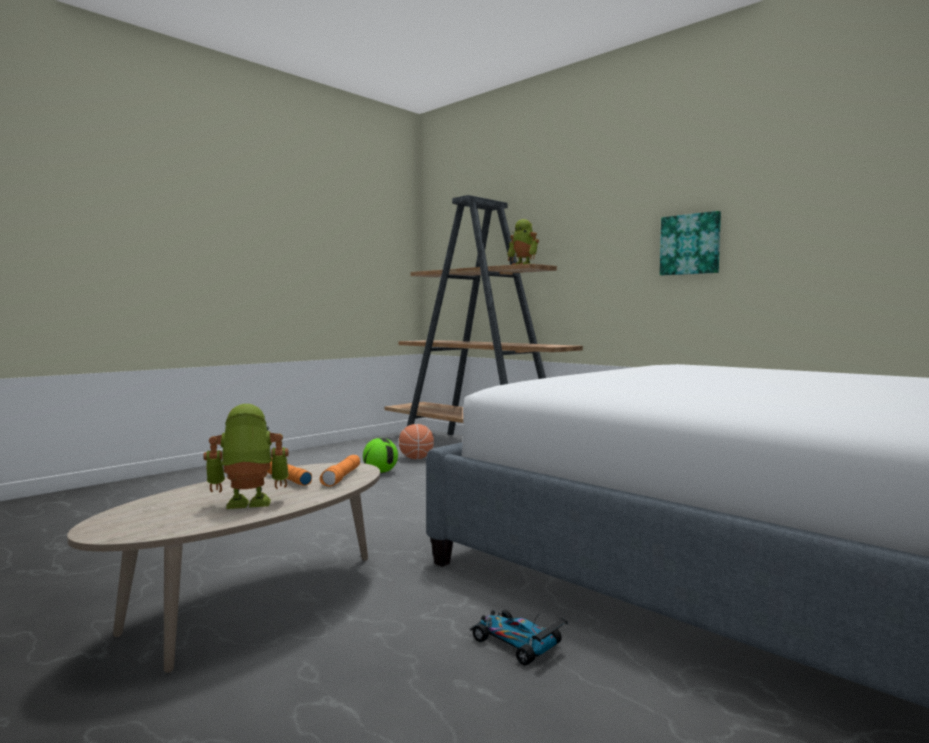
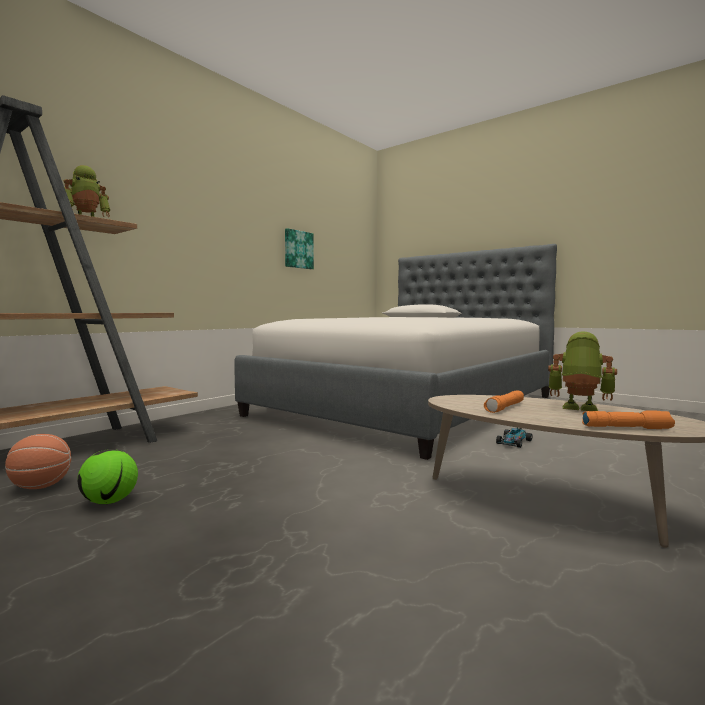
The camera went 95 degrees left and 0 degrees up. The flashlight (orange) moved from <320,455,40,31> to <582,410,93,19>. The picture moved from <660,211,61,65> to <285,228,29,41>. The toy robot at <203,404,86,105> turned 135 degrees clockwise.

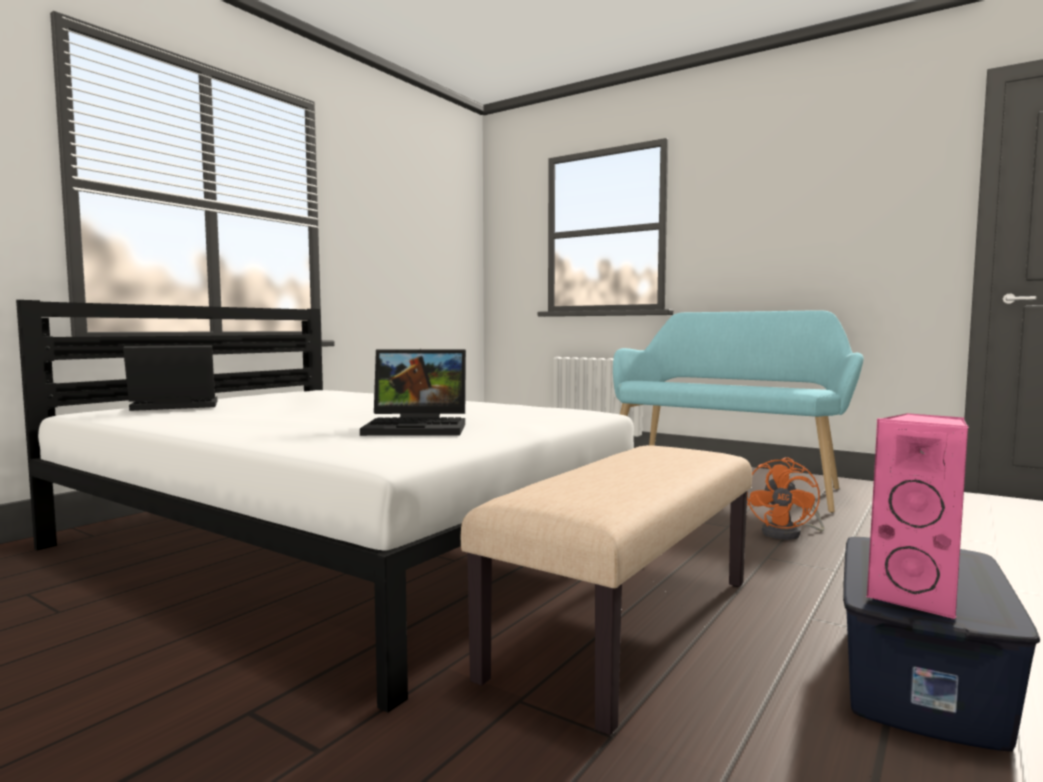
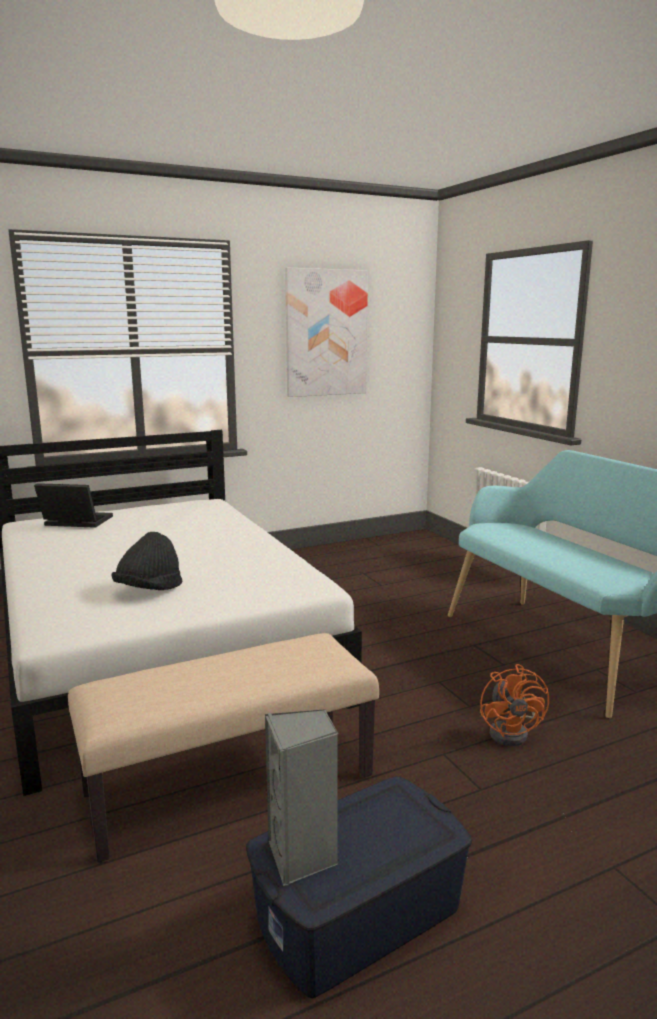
The camera went 30 degrees right and 10 degrees up. The picture at <285,268,83,129> appeared. The laptop at <360,349,106,87> was replaced by the hat (black) at <112,532,70,58>. The speaker (pink) at <866,413,103,206> became the speaker (grey) at <265,709,73,177>. The fan (orange) at <747,457,77,83> turned 60 degrees counterclockwise.

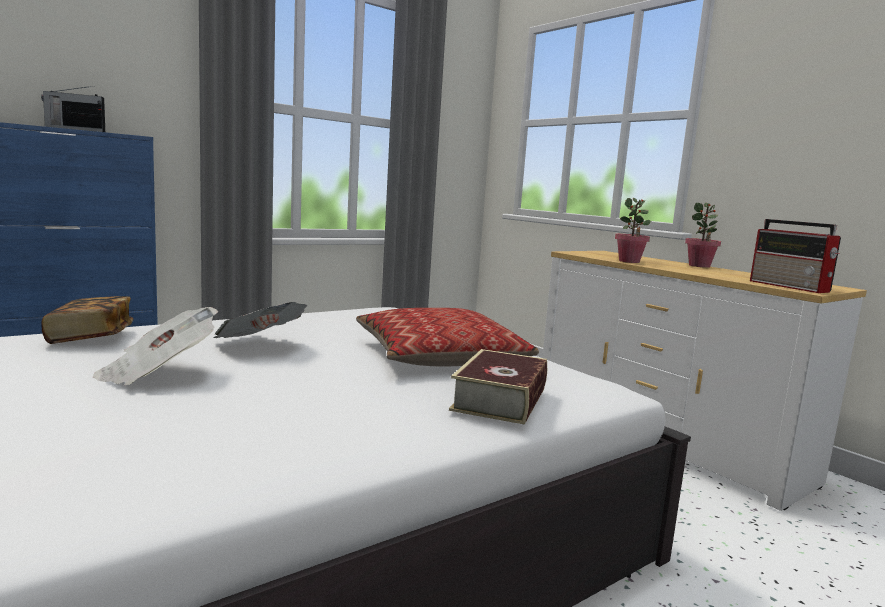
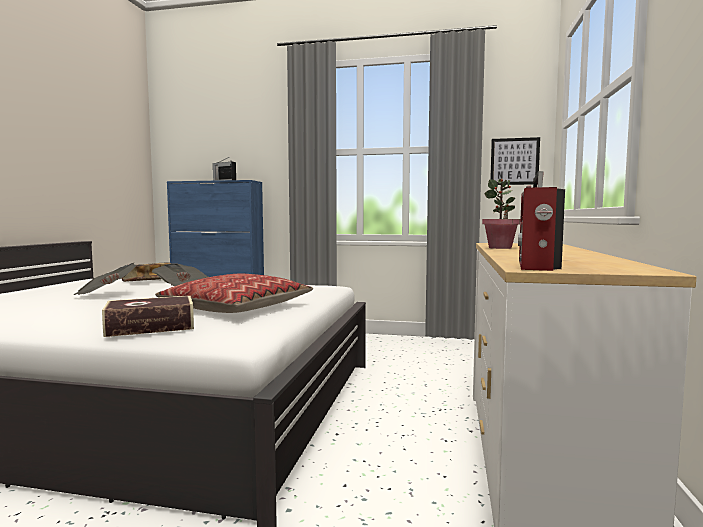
The camera went 50 degrees right and 5 degrees down. The potted plant at <685,203,36,65> disappeared. The picture at <490,137,50,48> appeared.

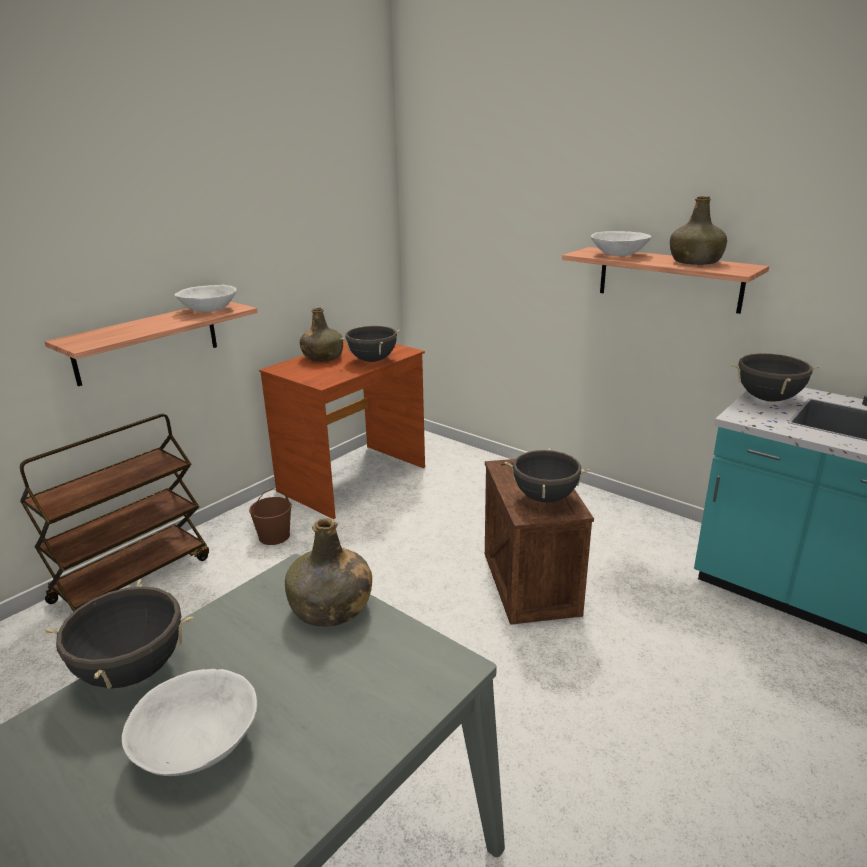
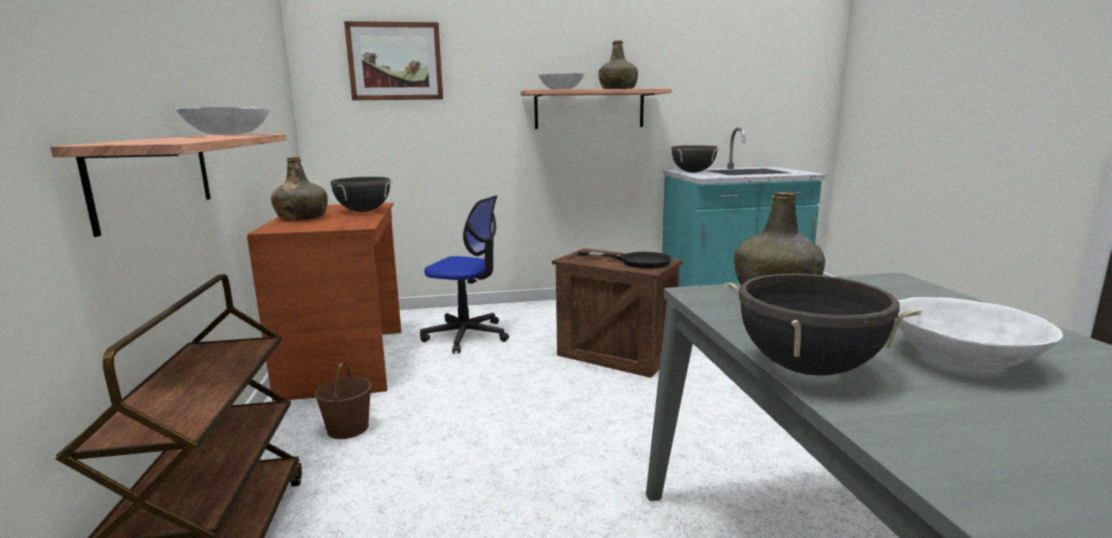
The camera went 50 degrees left and 10 degrees down. The picture at <344,21,99,79> appeared. The office chair at <420,195,89,159> appeared. The cooking pot (black) at <505,448,85,55> was replaced by the frying pan (black) at <577,251,94,18>.

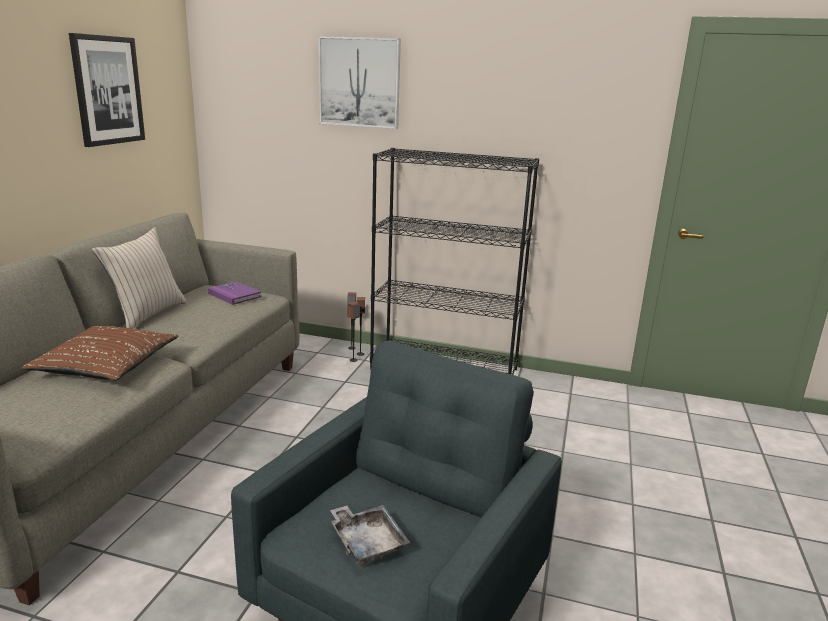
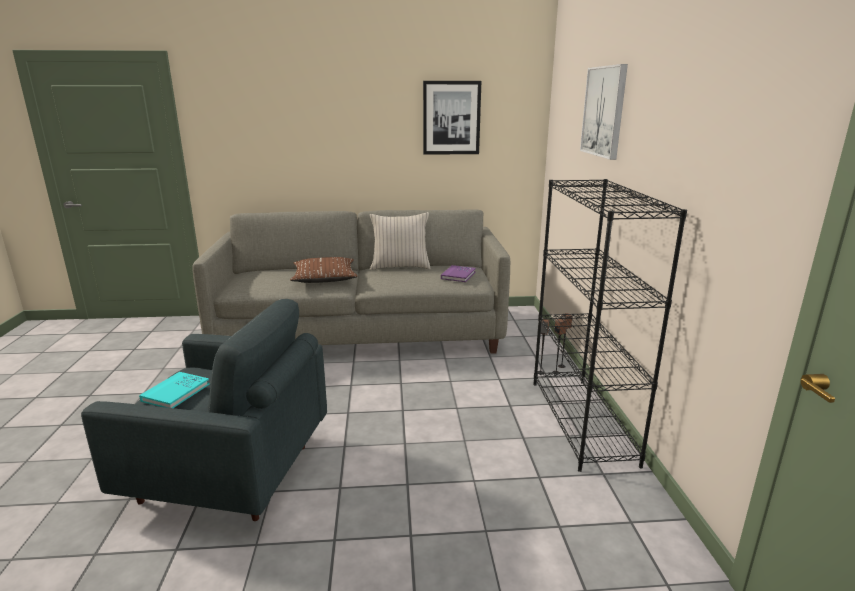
The camera went 70 degrees right and 0 degrees up. The tray (grey) at <330,505,80,61> was replaced by the book (turquoise) at <139,372,71,36>.

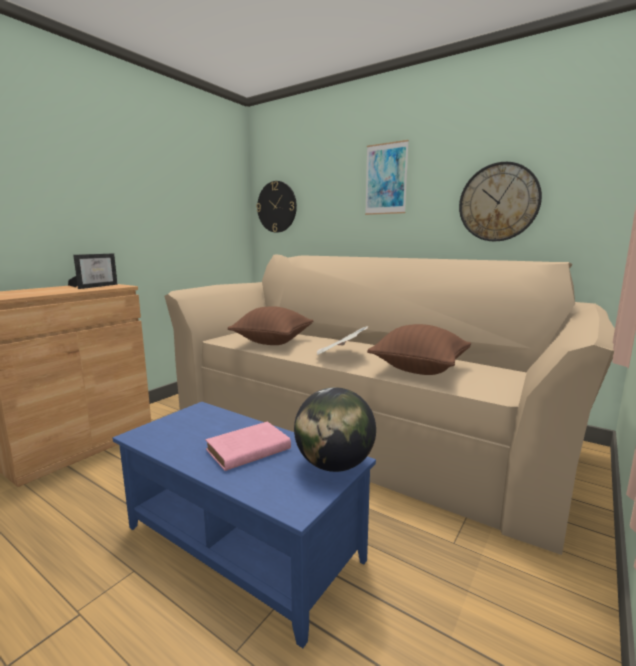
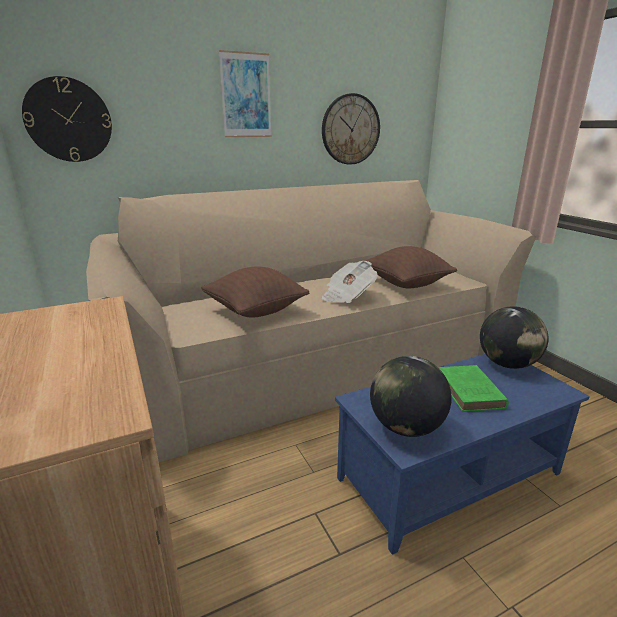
The camera went 60 degrees left and 10 degrees up. The picture frame at <68,253,50,36> disappeared. The globe at <370,356,82,81> appeared. The book (pink) at <205,422,86,49> became the book (green) at <438,365,71,47>.

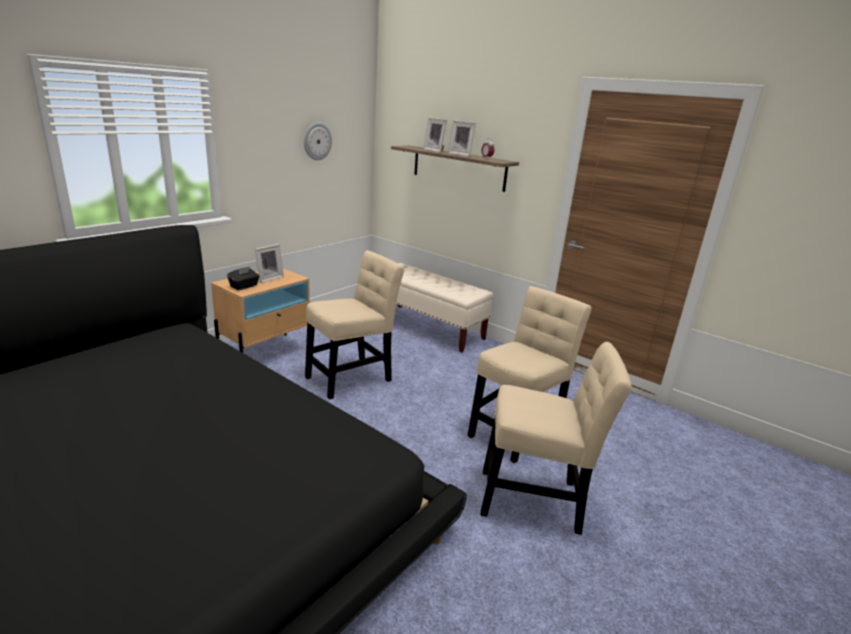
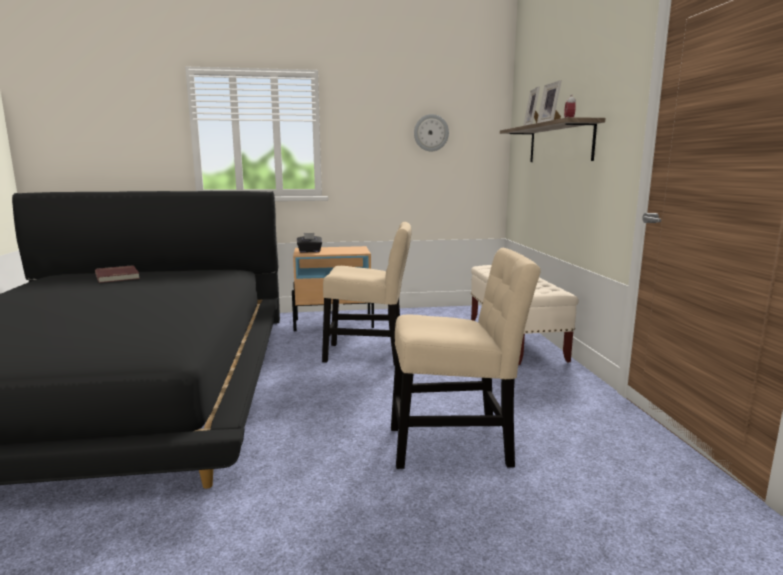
The camera went 45 degrees right and 10 degrees down. The picture frame at <255,244,29,39> disappeared. The chair (beige) at <481,342,151,193> disappeared. The book (red) at <95,265,45,18> appeared.

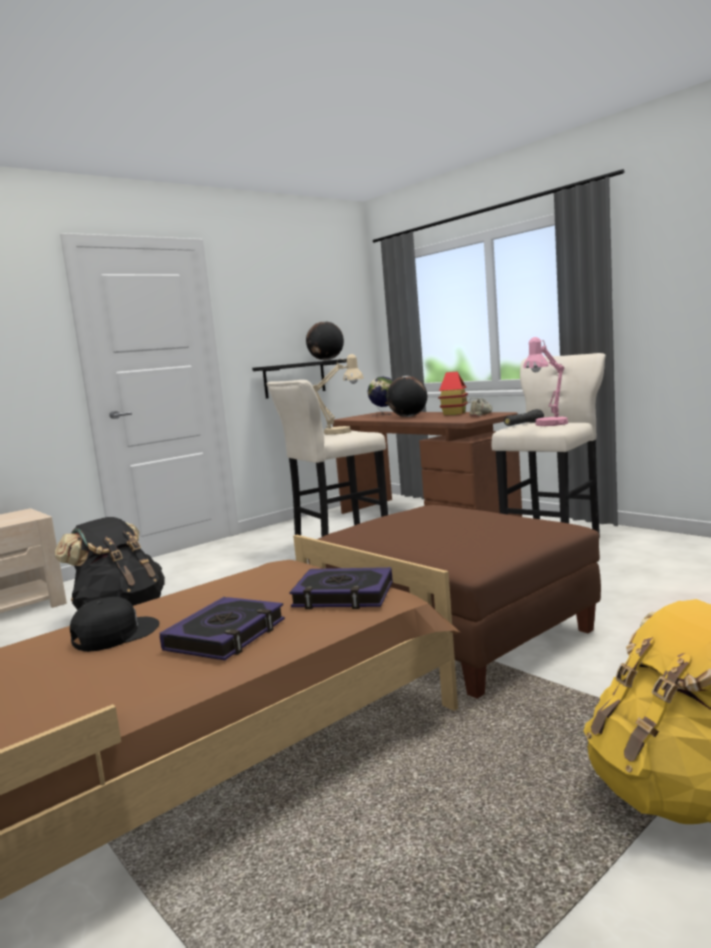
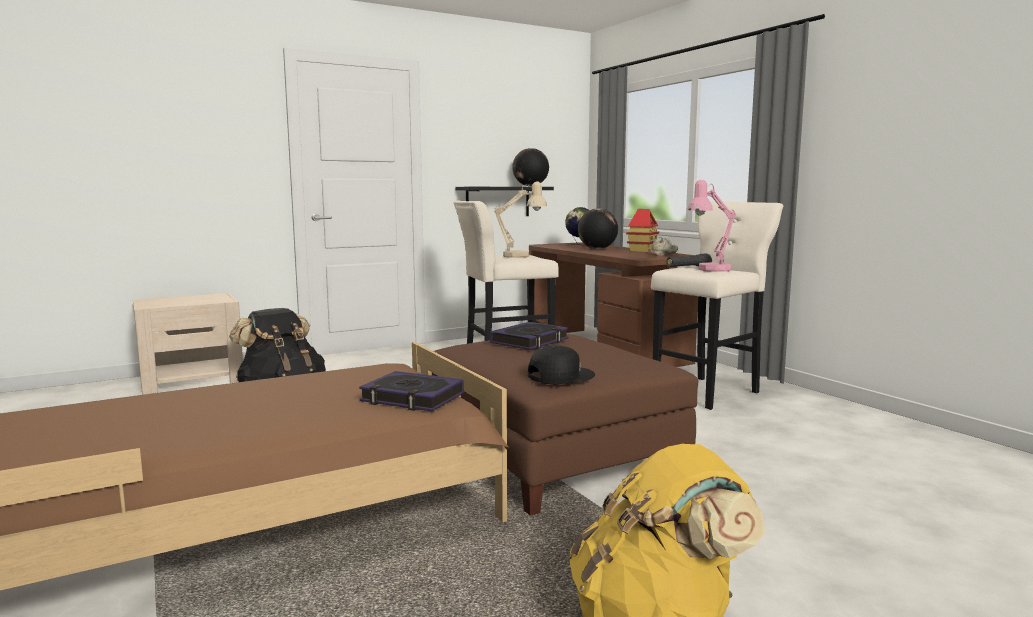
The camera went 10 degrees right and 0 degrees up. The cap (black) moved from <70,597,89,55> to <528,346,67,38>. The book moved from <160,597,125,63> to <490,322,79,28>.

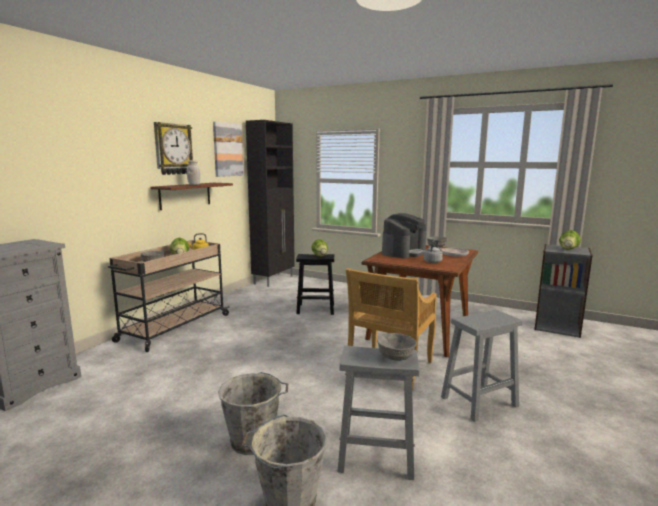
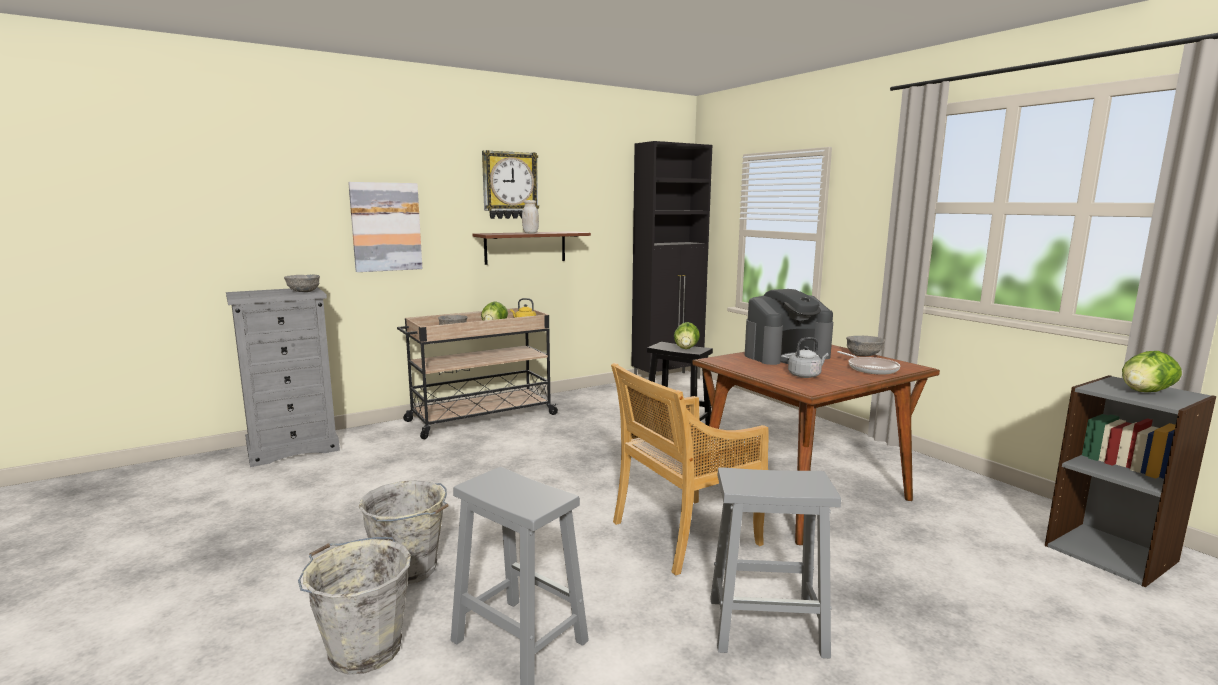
The camera went 30 degrees right and 0 degrees up. The picture moved from <213,122,31,55> to <348,182,74,90>. The bowl (grey) moved from <377,333,40,28> to <284,274,36,18>.

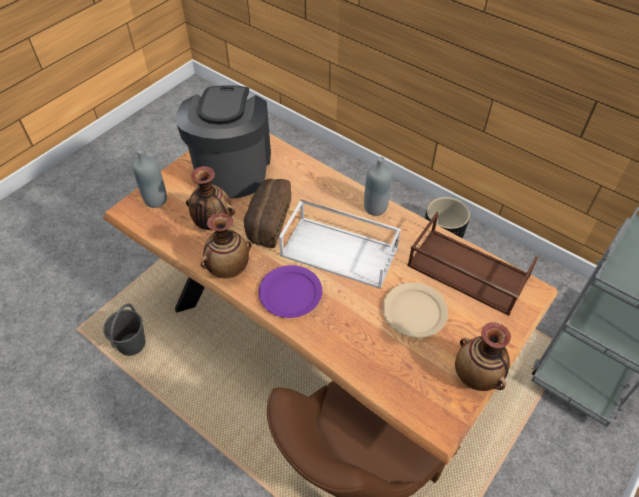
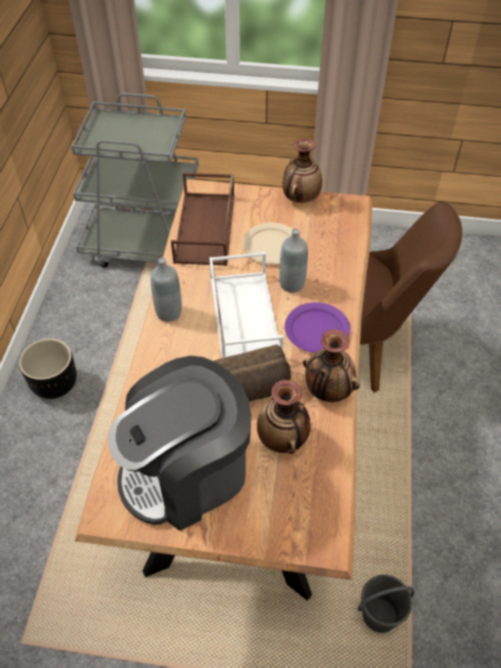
The camera went 120 degrees left and 0 degrees up. The bottle (grey) moved from <133,149,34,59> to <279,229,29,64>.

